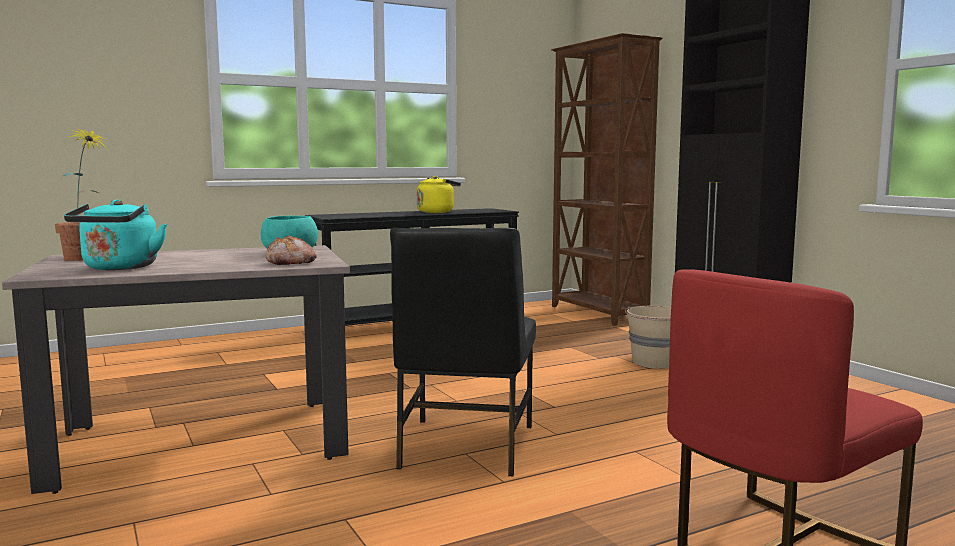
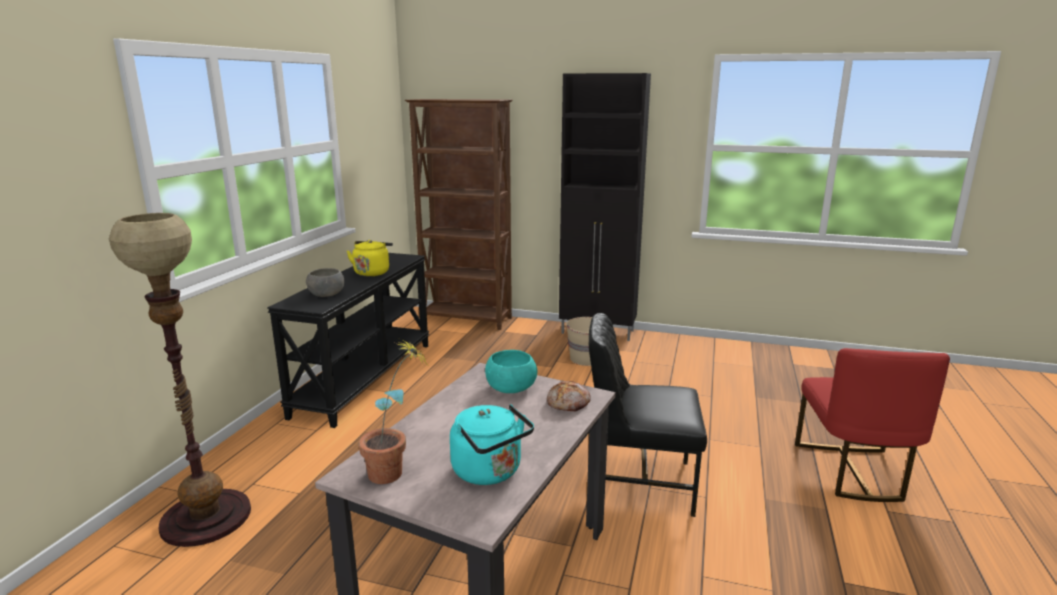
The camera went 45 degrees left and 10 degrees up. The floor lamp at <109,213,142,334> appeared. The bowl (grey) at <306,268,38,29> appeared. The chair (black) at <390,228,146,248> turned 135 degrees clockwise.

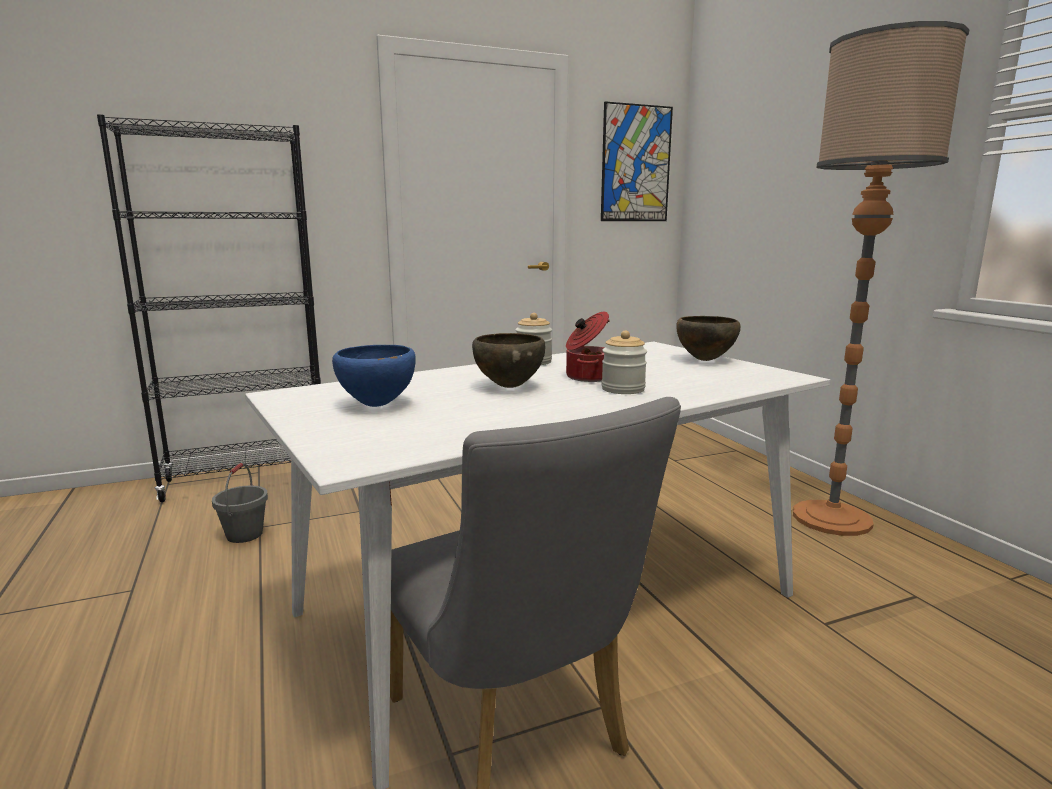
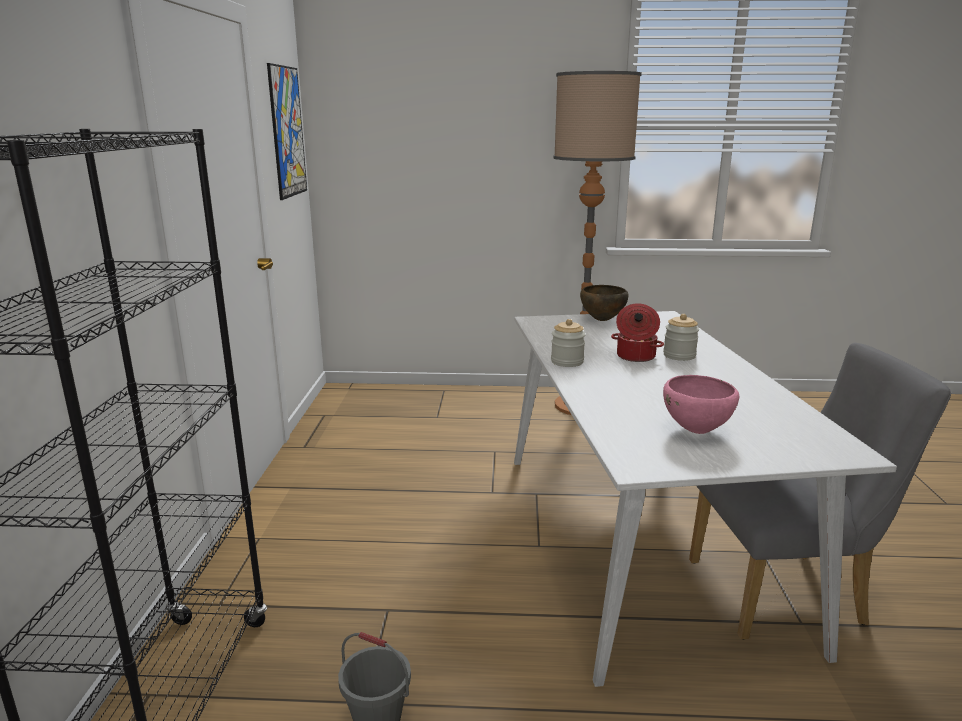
The camera went 65 degrees left and 5 degrees up. The bowl (brown) at <472,333,73,55> disappeared. The bowl (blue) at <332,345,84,62> became the bowl (pink) at <663,375,76,59>.

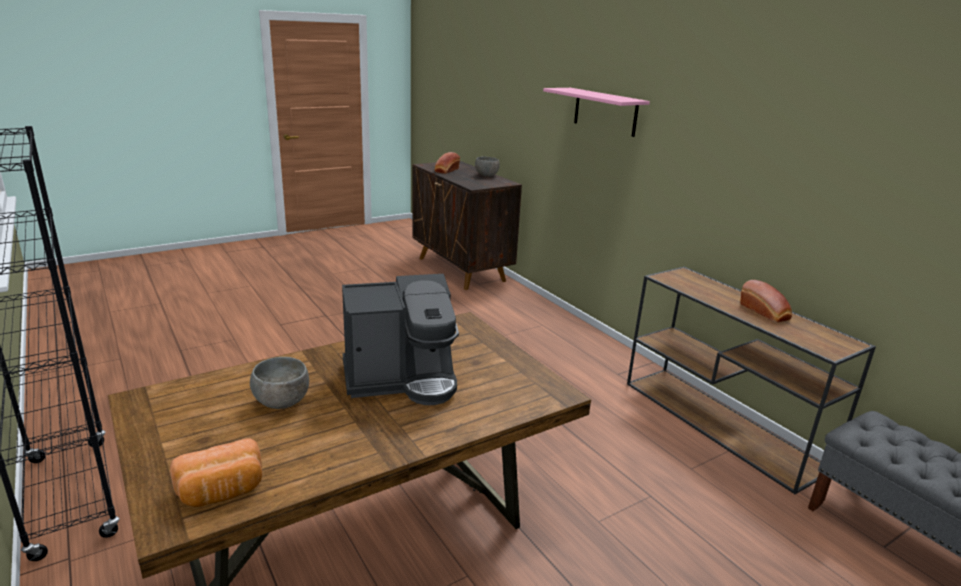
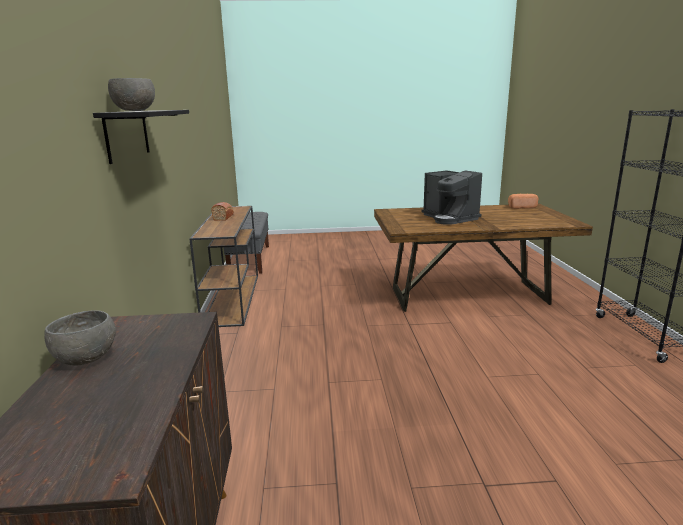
The camera went 150 degrees left and 5 degrees down. The bread at <435,152,25,22> disappeared. The bowl (grey) moved from <250,357,59,52> to <108,78,47,33>. The shelf (pink) at <543,88,107,49> became the shelf (black) at <93,110,96,54>. The coffee machine at <342,274,117,131> turned 135 degrees counterclockwise.

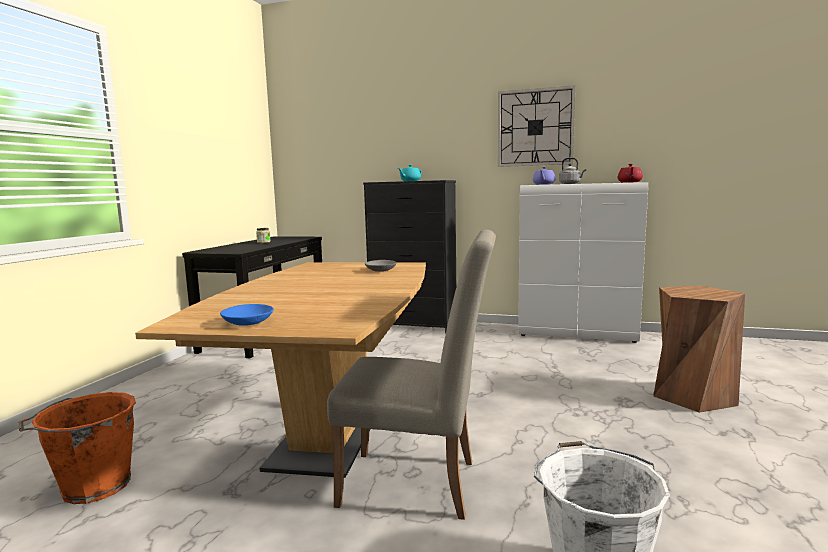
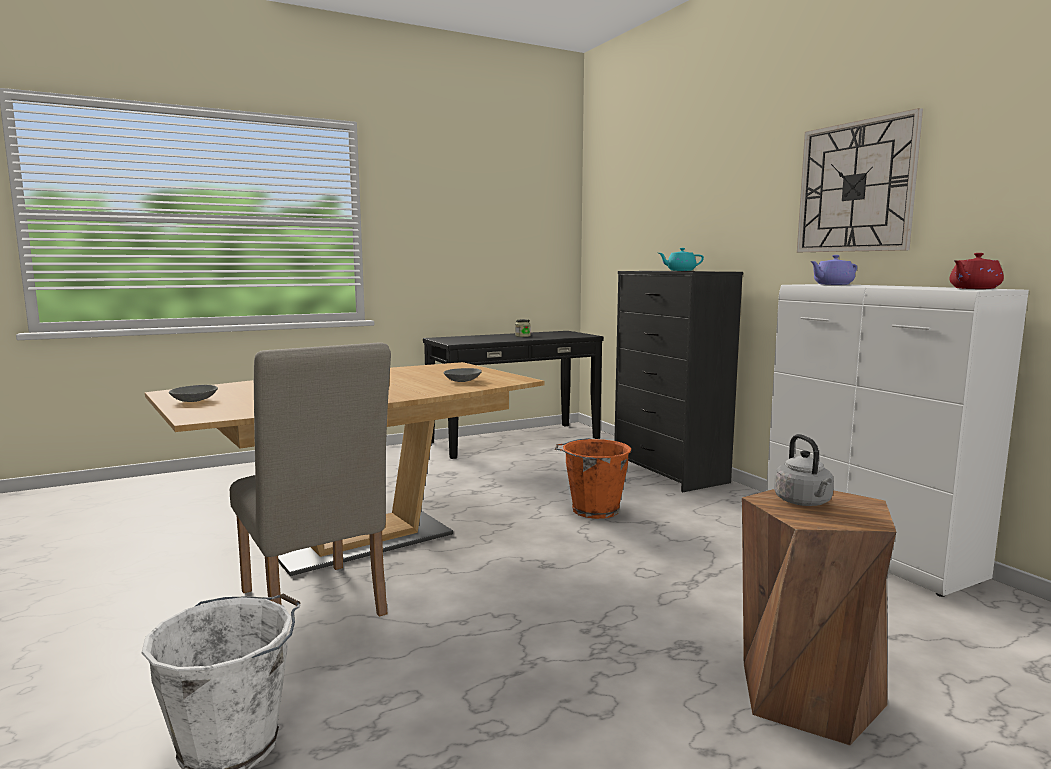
The camera went 45 degrees right and 0 degrees up. The bucket (orange) moved from <19,392,117,112> to <555,438,76,81>. The kettle (grey) moved from <559,158,27,26> to <774,434,60,72>. The bowl (blue) at <220,304,54,22> became the bowl (grey) at <169,385,49,17>.

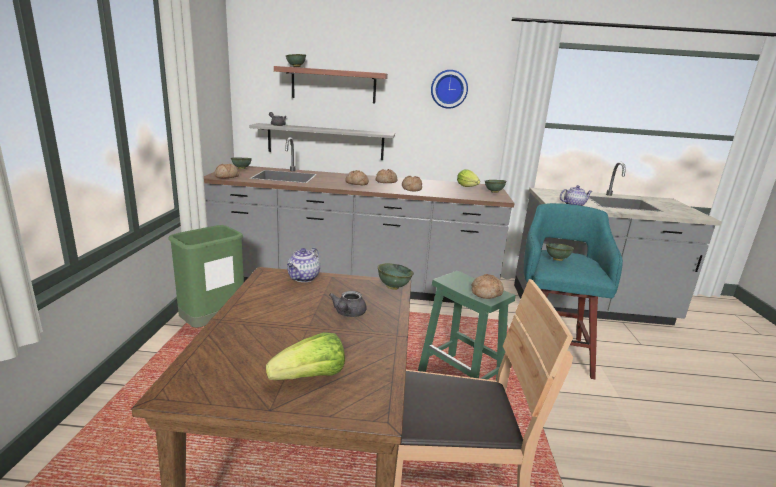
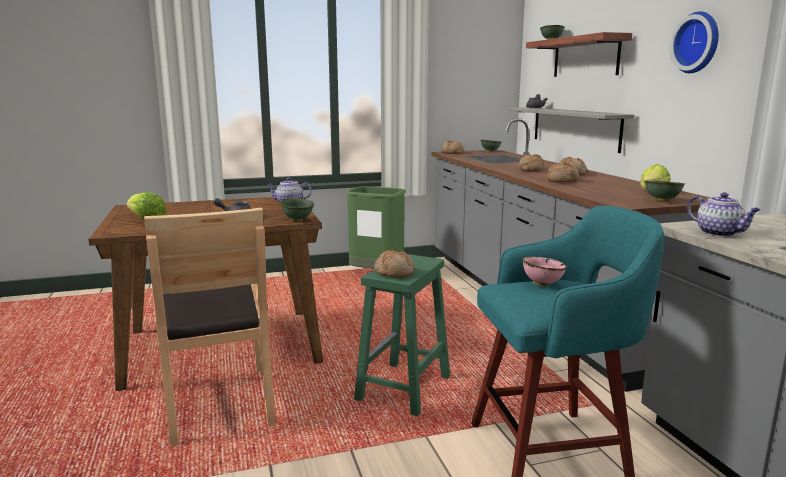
The camera went 70 degrees right and 5 degrees down. The bowl (green) at <546,243,28,18> became the bowl (pink) at <522,256,46,31>.

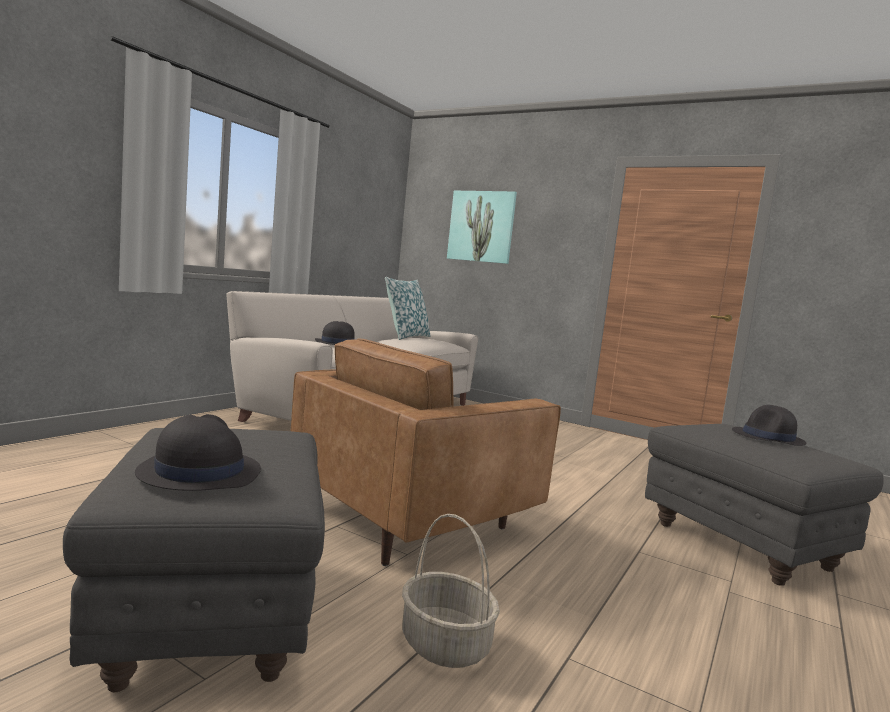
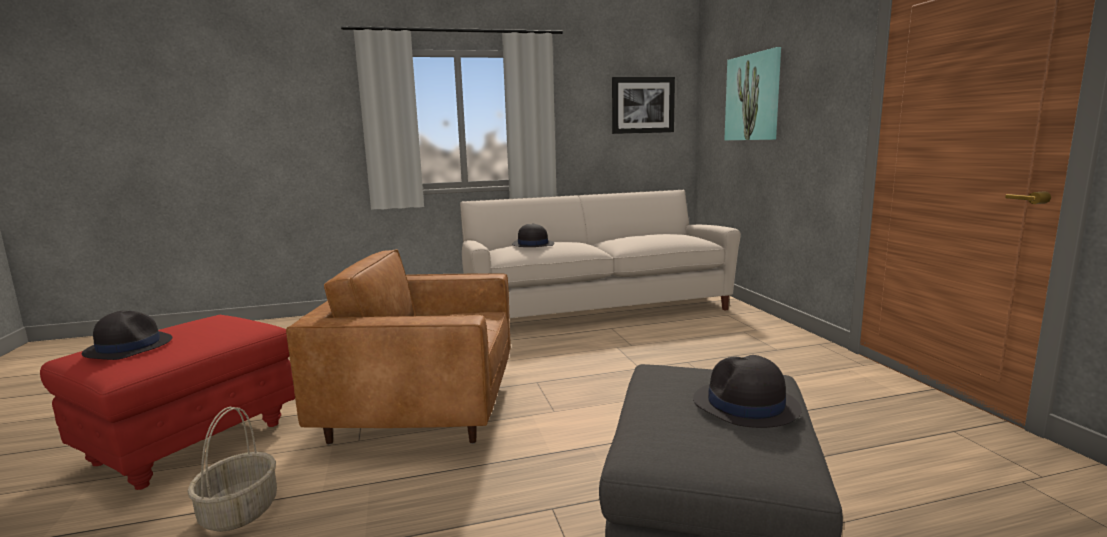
The camera went 45 degrees right and 5 degrees up. The pillow at <385,277,46,63> disappeared. The picture at <612,77,63,57> appeared. The ottoman (grey) at <63,428,262,264> became the ottoman (red) at <40,315,255,175>.

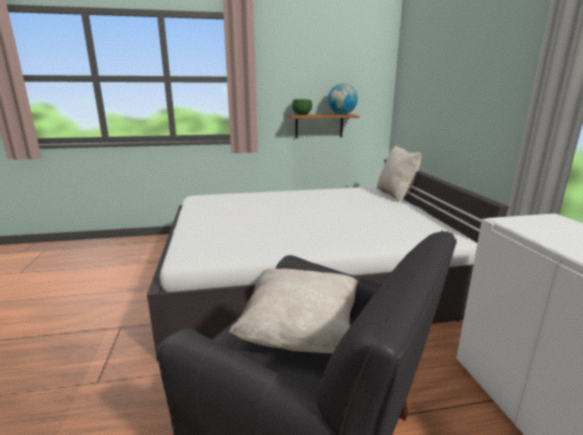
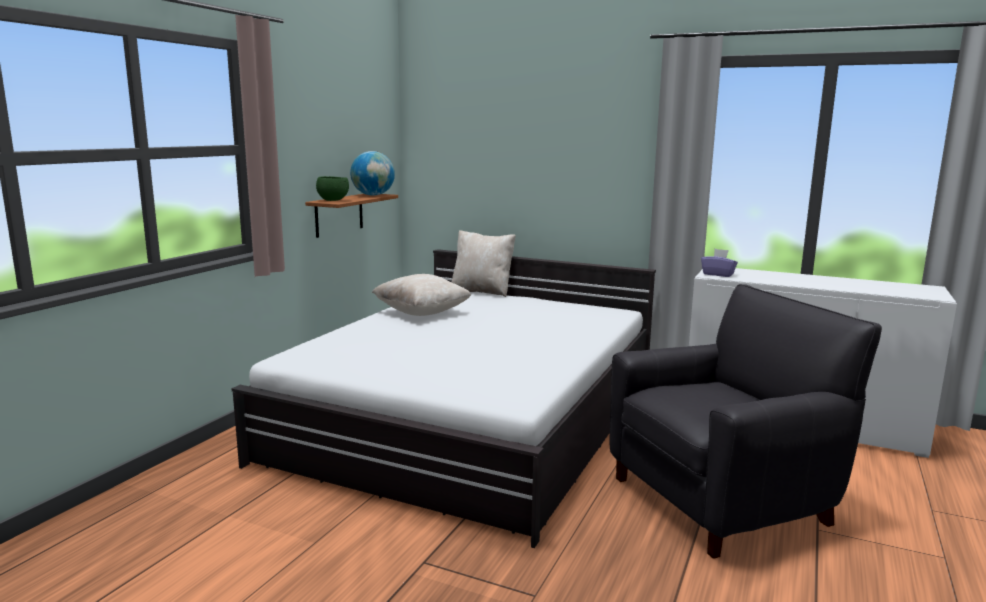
The camera went 55 degrees left and 5 degrees down. The tissue box (purple) at <701,249,37,28> appeared. The pillow (beige) moved from <229,268,129,85> to <372,274,99,42>.

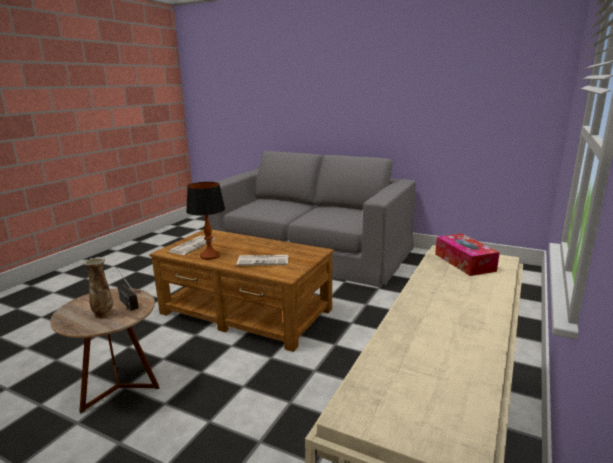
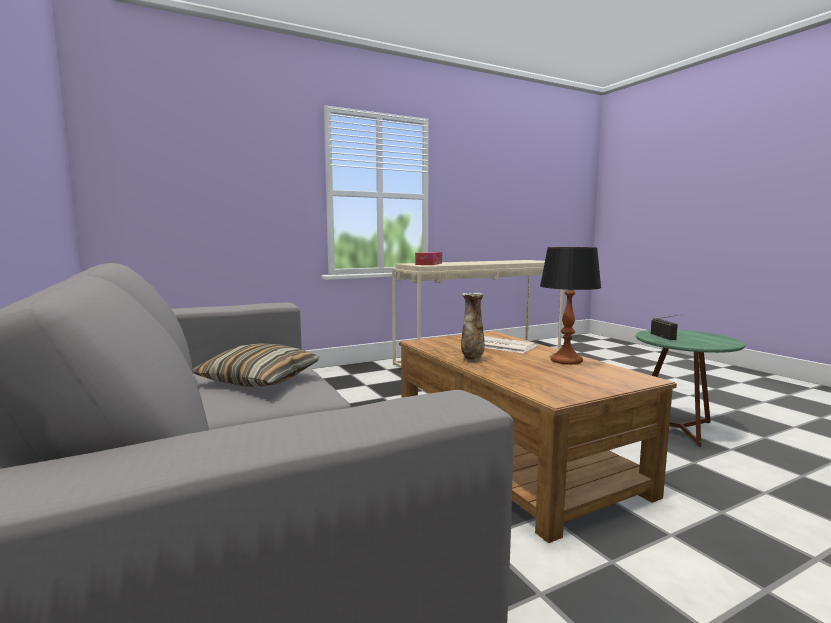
The camera went 145 degrees left and 10 degrees down. The newspaper at <168,236,47,19> disappeared. The pillow at <192,343,128,44> appeared. The vase moved from <84,257,29,62> to <461,293,24,69>. The side table (brown) at <50,288,109,125> became the side table (green) at <636,330,109,117>.

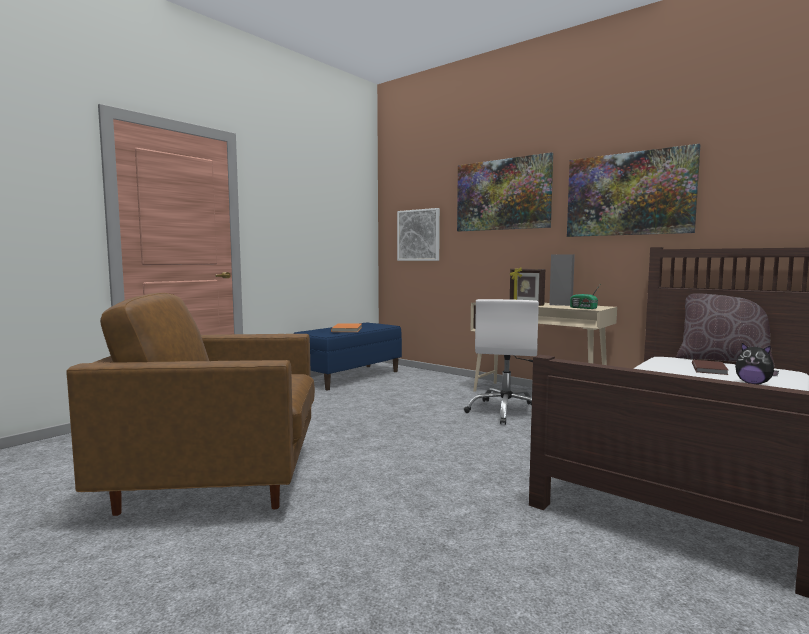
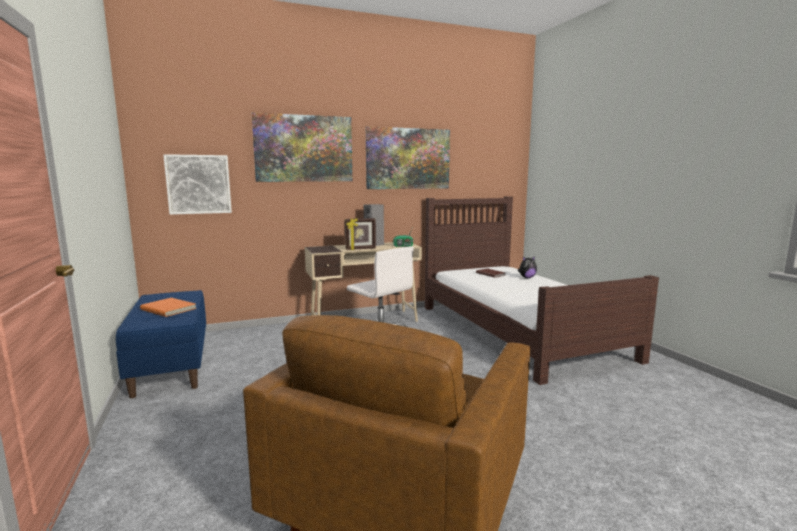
The camera went 60 degrees left and 5 degrees up. The pillow (brown) at <676,293,98,73> disappeared.

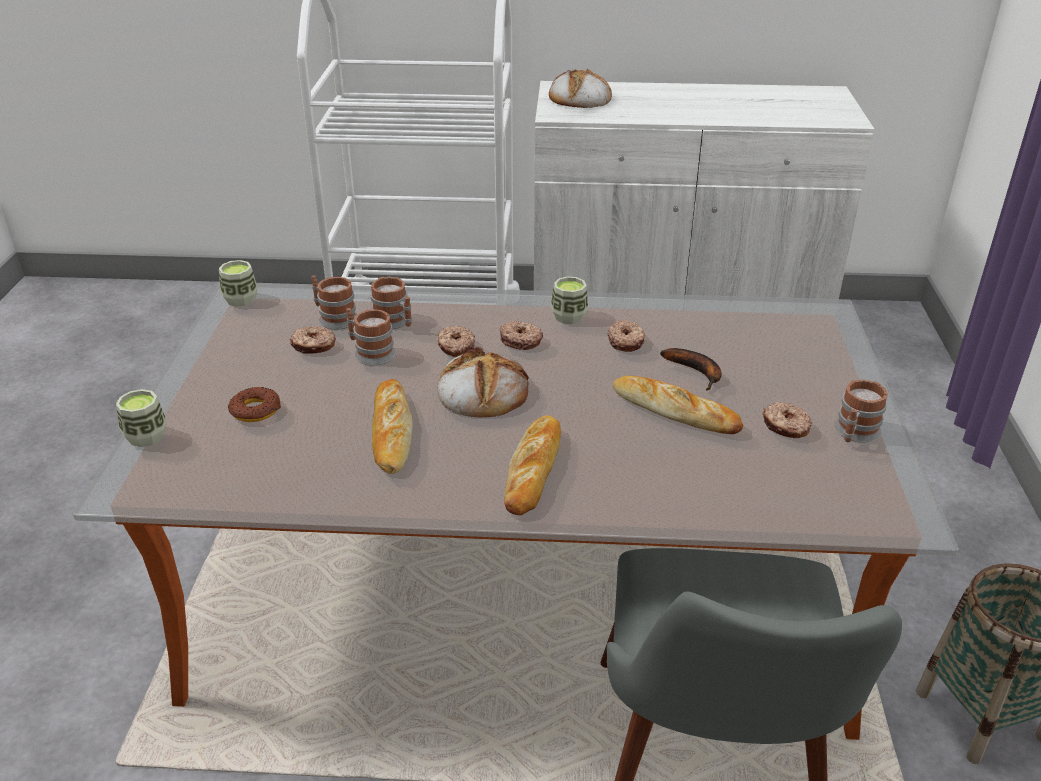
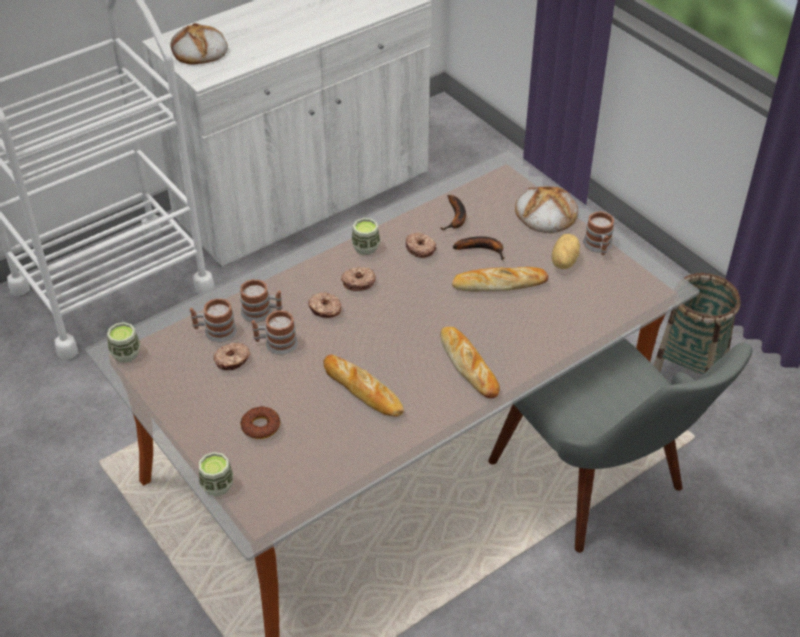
The camera went 40 degrees left and 10 degrees up. The banana at <440,195,26,35> appeared. The bread moved from <438,346,91,71> to <515,186,63,47>. The donut at <763,402,49,36> was replaced by the potato at <552,234,28,35>.

